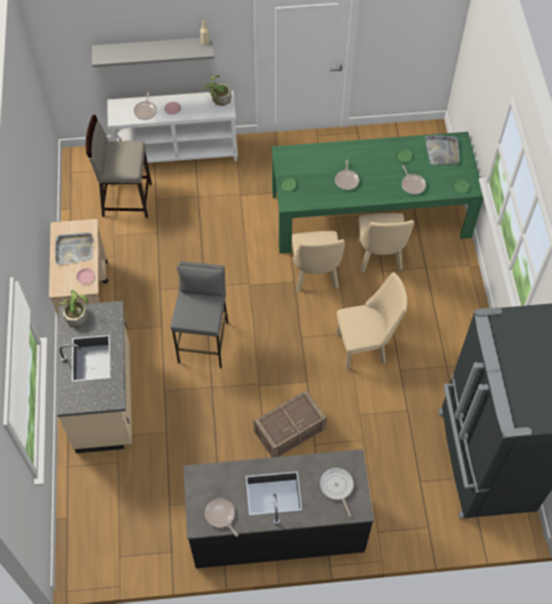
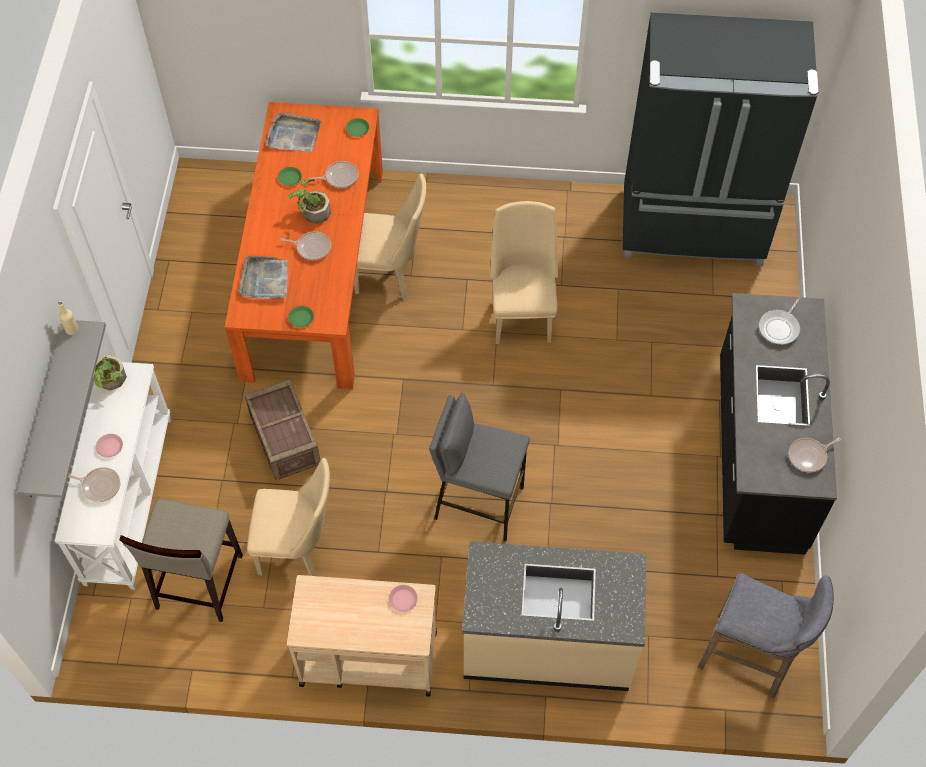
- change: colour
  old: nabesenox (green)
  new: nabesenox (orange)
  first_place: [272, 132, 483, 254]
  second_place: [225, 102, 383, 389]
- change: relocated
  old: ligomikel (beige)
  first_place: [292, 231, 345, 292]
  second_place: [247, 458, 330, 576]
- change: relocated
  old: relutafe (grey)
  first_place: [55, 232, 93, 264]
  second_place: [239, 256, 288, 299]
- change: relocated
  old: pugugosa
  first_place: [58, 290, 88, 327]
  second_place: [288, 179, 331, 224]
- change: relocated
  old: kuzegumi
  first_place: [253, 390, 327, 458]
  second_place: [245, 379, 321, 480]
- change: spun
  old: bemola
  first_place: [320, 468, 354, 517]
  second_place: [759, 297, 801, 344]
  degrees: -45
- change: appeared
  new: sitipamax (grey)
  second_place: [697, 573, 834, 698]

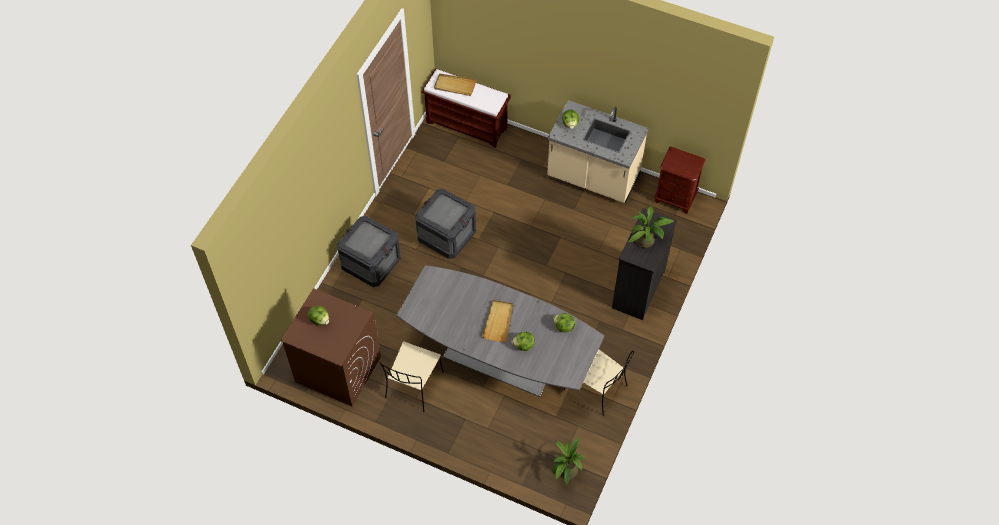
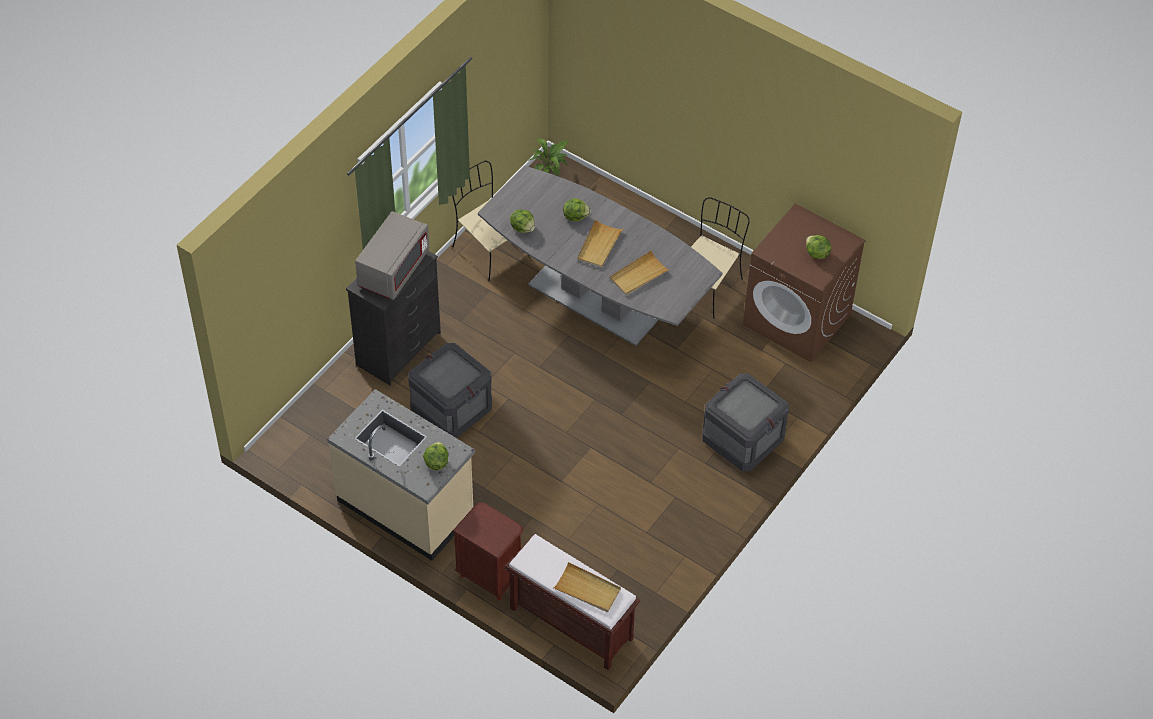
- change: relocated
  old: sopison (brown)
  first_place: [654, 147, 706, 214]
  second_place: [453, 502, 523, 600]
- change: relocated
  old: kuzegumi
  first_place: [415, 189, 476, 259]
  second_place: [408, 343, 492, 438]
- change: exchanged
  old: pugugosa
  new: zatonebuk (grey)
  first_place: [628, 206, 675, 248]
  second_place: [355, 211, 429, 300]
- change: appeared
  new: relutafe (beige)
  second_place: [610, 250, 670, 295]

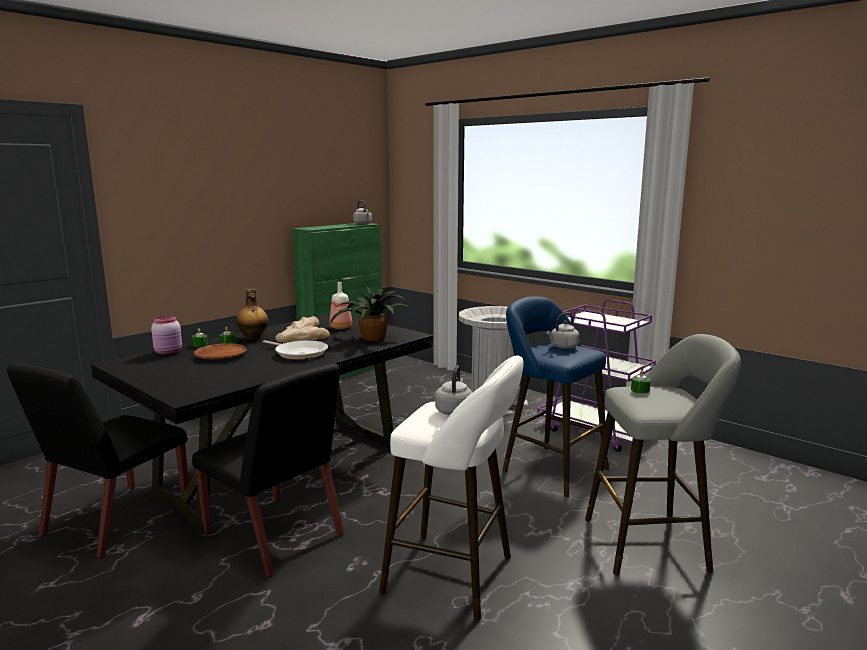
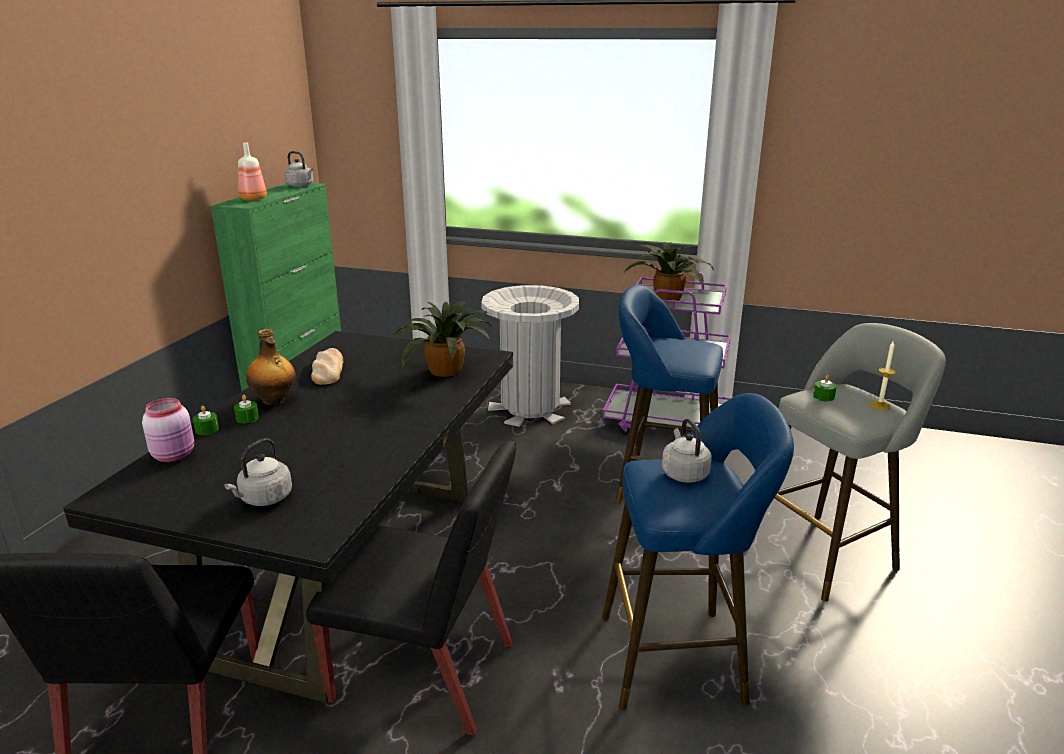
- change: relocated
  old: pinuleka
  first_place: [329, 282, 352, 329]
  second_place: [238, 143, 267, 201]
- change: relocated
  old: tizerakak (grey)
  first_place: [546, 312, 579, 349]
  second_place: [224, 438, 292, 506]
- change: missing
  old: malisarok
  first_place: [276, 326, 330, 343]
- change: missing
  old: bemola
  first_place: [263, 340, 328, 360]
- change: missing
  old: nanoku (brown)
  first_place: [193, 343, 247, 360]
- change: colour
  old: sitipamax (white)
  new: sitipamax (blue)
  first_place: [379, 355, 524, 620]
  second_place: [602, 393, 794, 710]
- change: appeared
  new: pugugosa
  second_place: [623, 242, 714, 301]
- change: appeared
  new: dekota
  second_place: [870, 340, 896, 410]

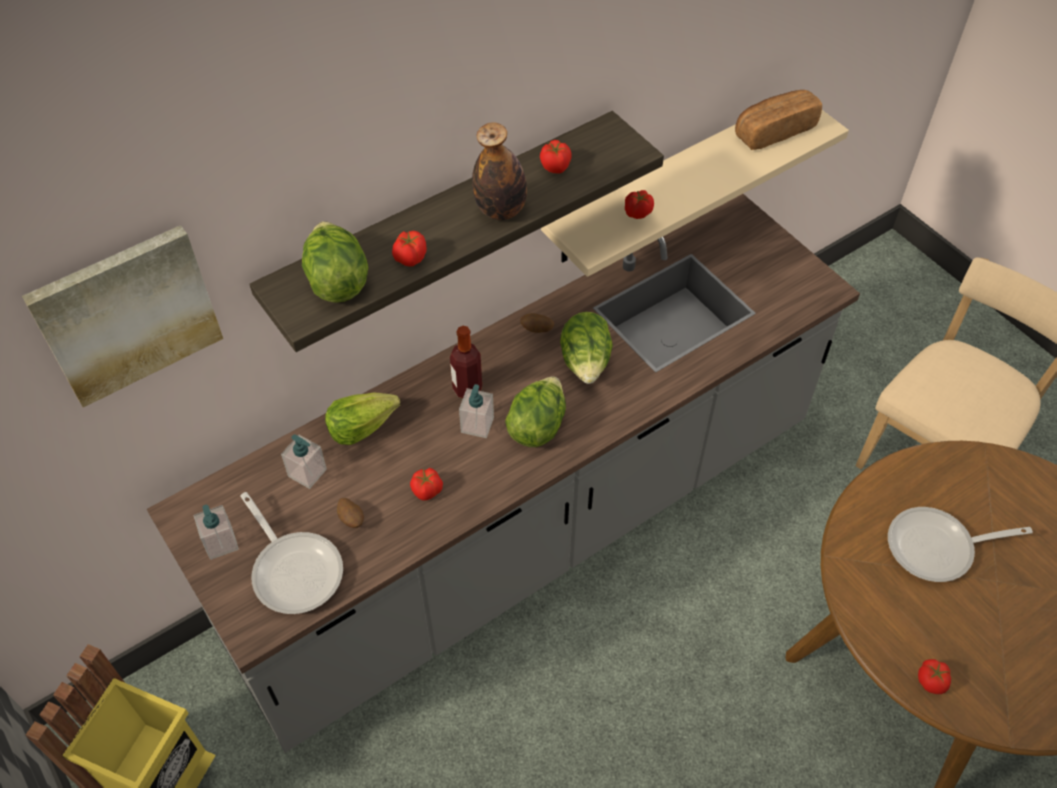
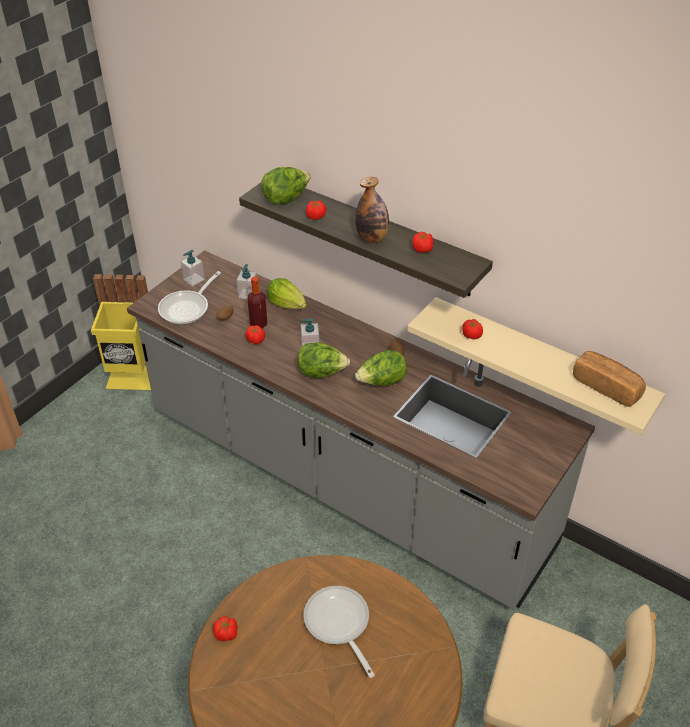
- change: missing
  old: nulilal
  first_place: [22, 225, 223, 407]
- change: relocated
  old: pinuleka
  first_place: [450, 326, 482, 398]
  second_place: [248, 276, 267, 328]

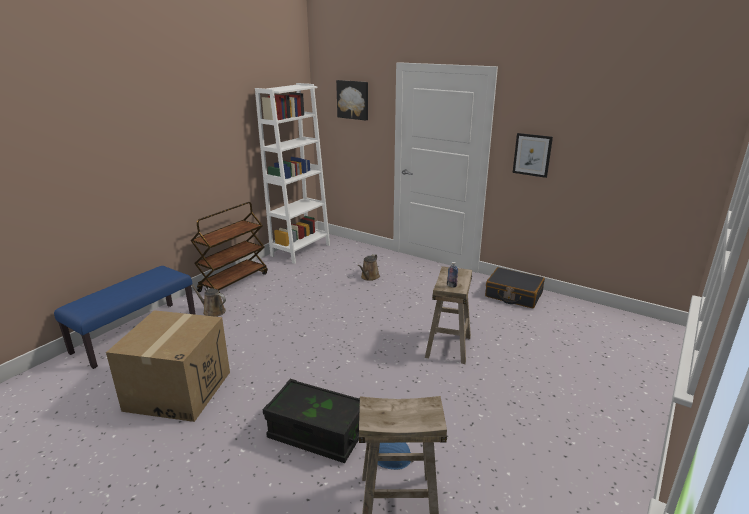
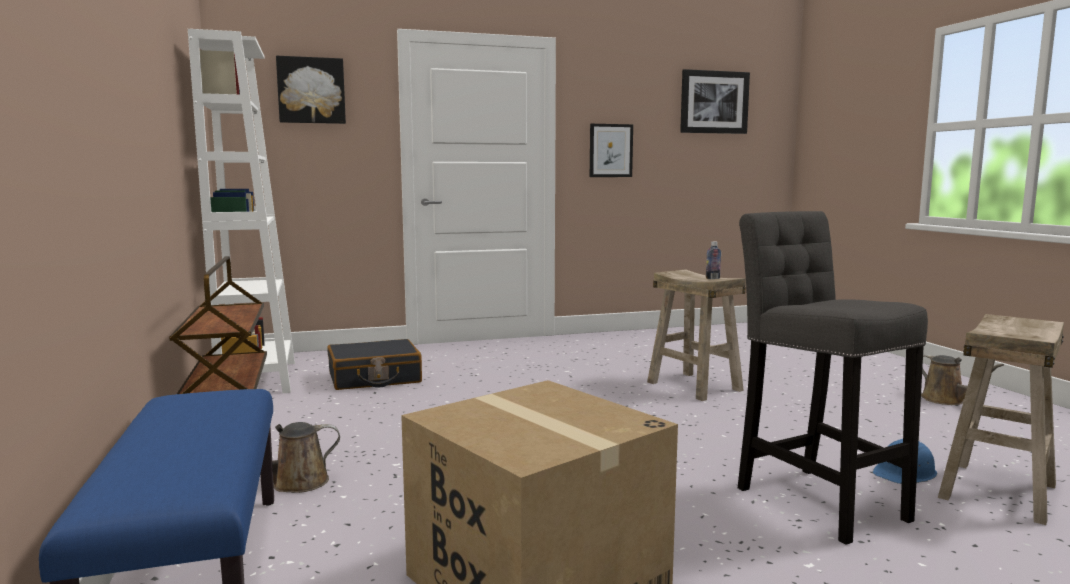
- change: relocated
  old: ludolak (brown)
  first_place: [358, 254, 380, 281]
  second_place: [921, 354, 1004, 405]
- change: relocated
  old: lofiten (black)
  first_place: [485, 267, 545, 308]
  second_place: [327, 339, 422, 390]
- change: exchanged
  old: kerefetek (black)
  new: sitipamax (grey)
  first_place: [263, 379, 360, 463]
  second_place: [738, 211, 928, 545]
- change: appeared
  new: nulilal
  second_place: [680, 69, 750, 134]

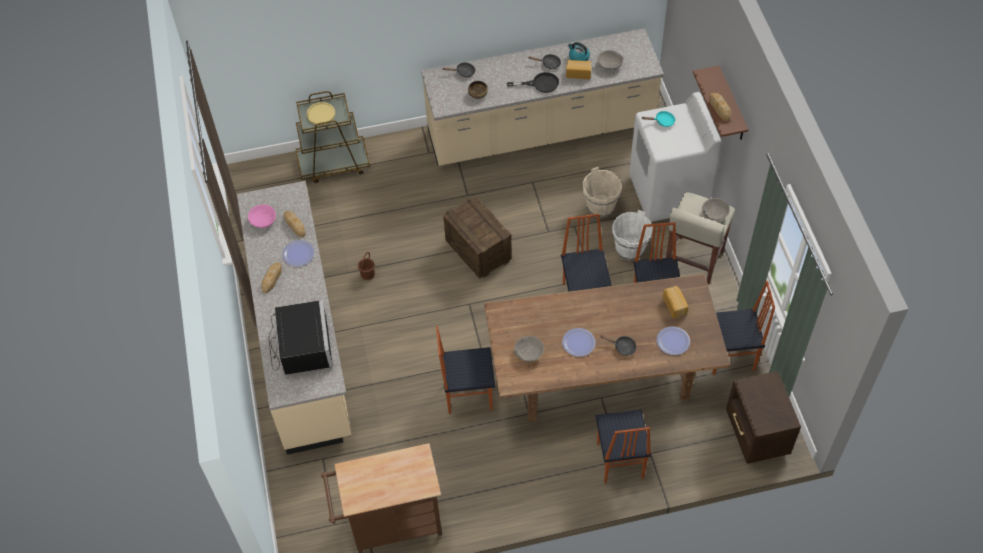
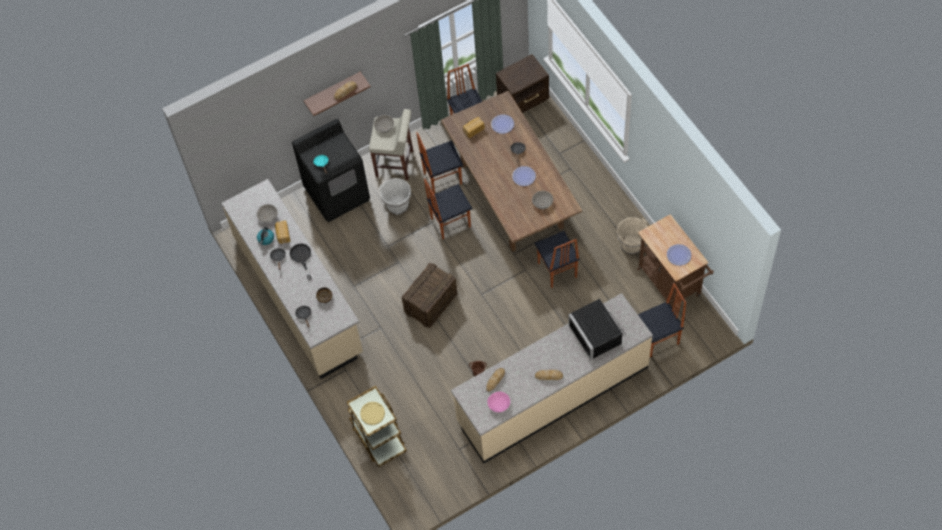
- change: colour
  old: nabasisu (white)
  new: nabasisu (black)
  first_place: [629, 92, 721, 222]
  second_place: [292, 119, 370, 222]
- change: relocated
  old: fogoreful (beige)
  first_place: [583, 167, 622, 218]
  second_place: [617, 217, 647, 254]
- change: relocated
  old: nanoku
  first_place: [282, 240, 315, 267]
  second_place: [667, 244, 691, 266]
- change: spun
  old: zatonebuk (black)
  first_place: [269, 300, 333, 375]
  second_place: [568, 299, 626, 360]
  degrees: -90
- change: relocated
  old: ligomikel
  first_place: [596, 410, 651, 484]
  second_place: [638, 283, 686, 357]

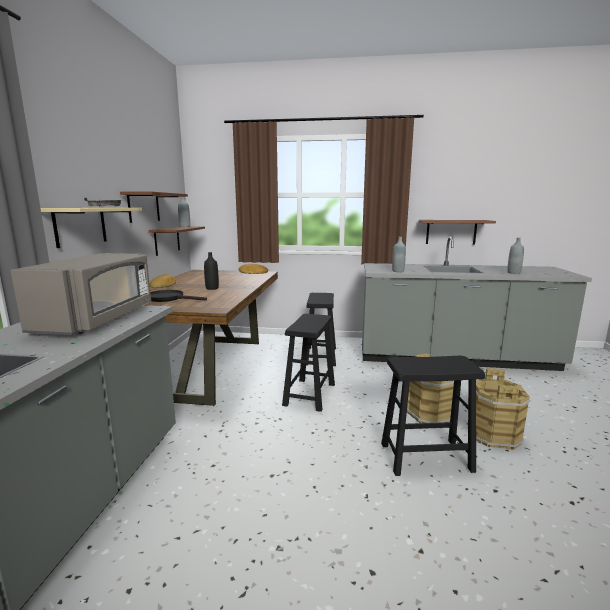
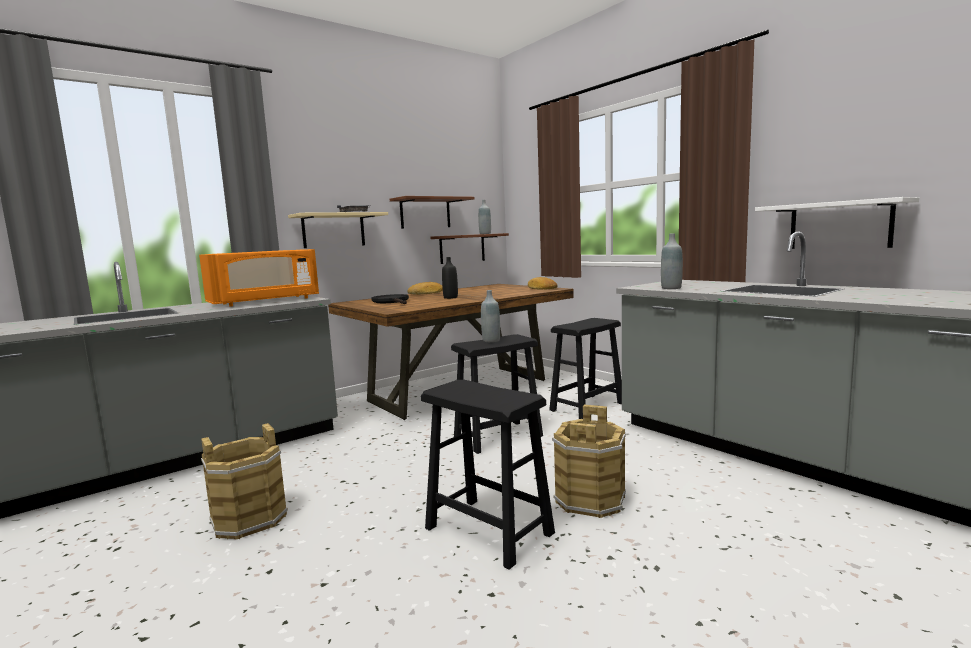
- change: colour
  old: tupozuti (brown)
  new: tupozuti (white)
  first_place: [418, 220, 496, 244]
  second_place: [755, 197, 919, 249]
- change: relocated
  old: pinuleka (grey)
  first_place: [507, 237, 524, 274]
  second_place: [481, 290, 500, 342]
- change: colour
  old: zatonebuk (grey)
  new: zatonebuk (orange)
  first_place: [10, 253, 151, 335]
  second_place: [199, 249, 319, 307]
- change: relocated
  old: fogoreful (brown)
  first_place: [467, 368, 530, 450]
  second_place: [201, 423, 288, 539]

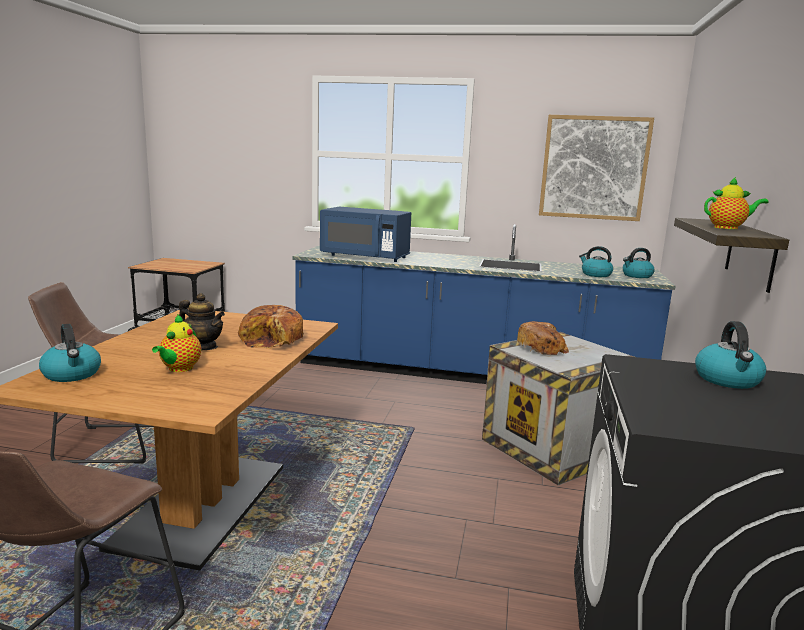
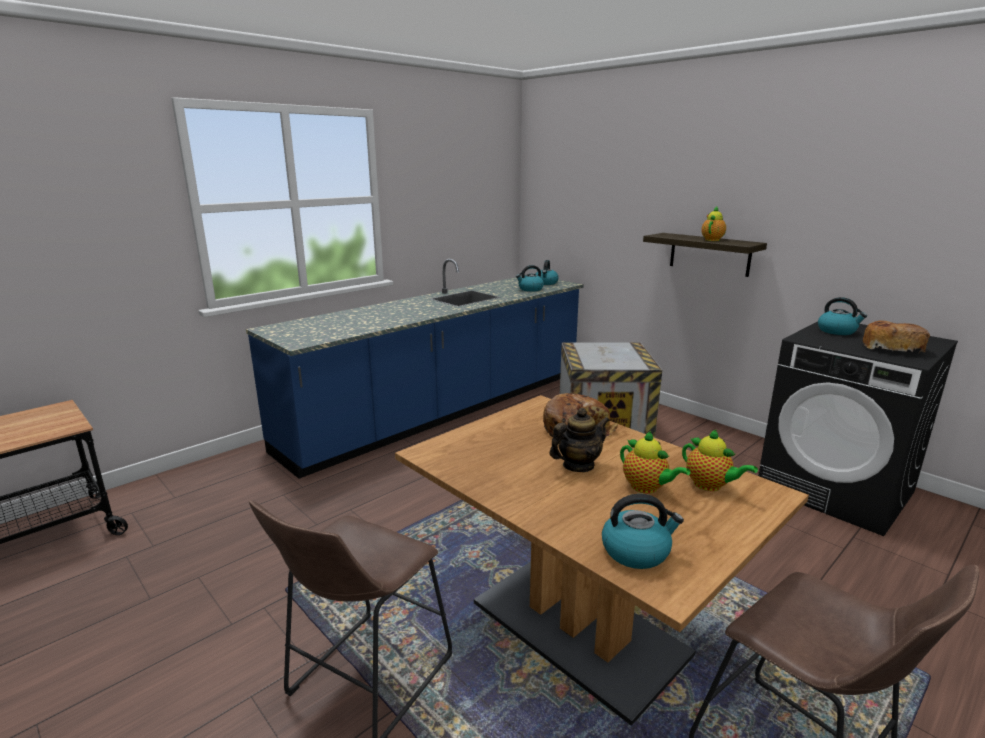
- change: missing
  old: nulilal
  first_place: [539, 115, 654, 221]
- change: missing
  old: zatonebuk (blue)
  first_place: [320, 207, 411, 262]
- change: relocated
  old: malisarok
  first_place: [517, 321, 569, 355]
  second_place: [863, 320, 930, 354]
- change: appeared
  new: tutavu
  second_place: [682, 429, 758, 491]

